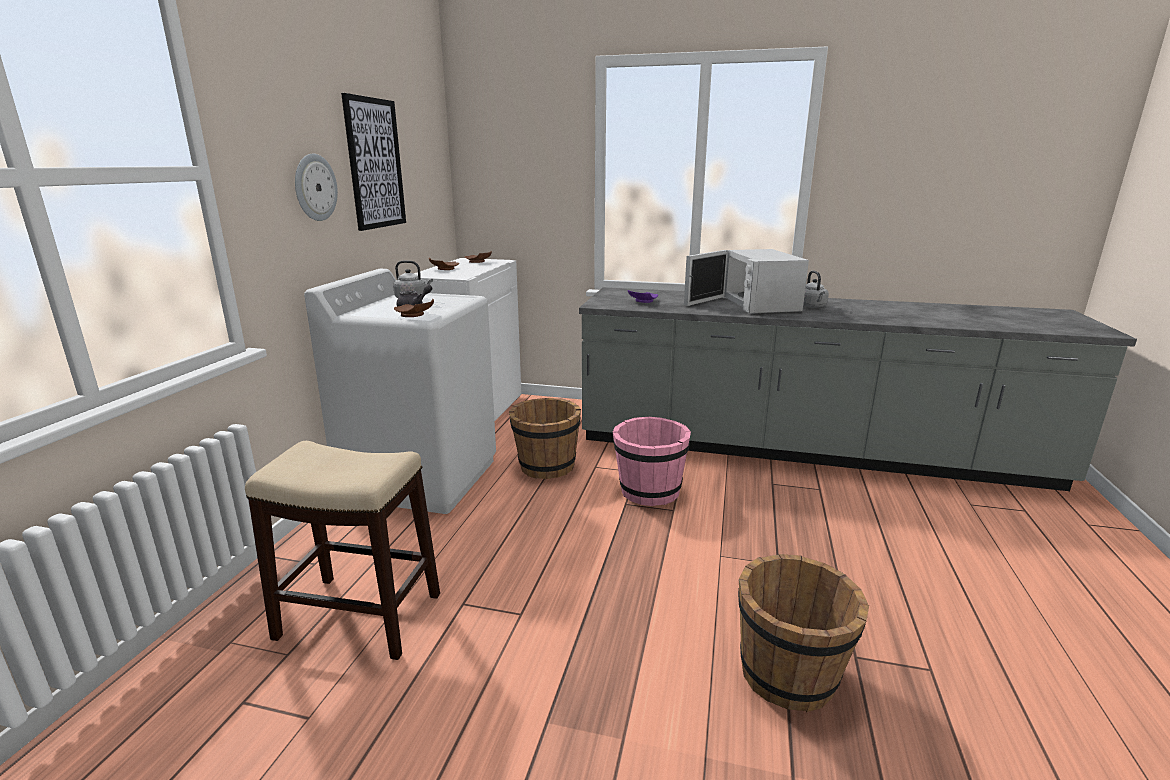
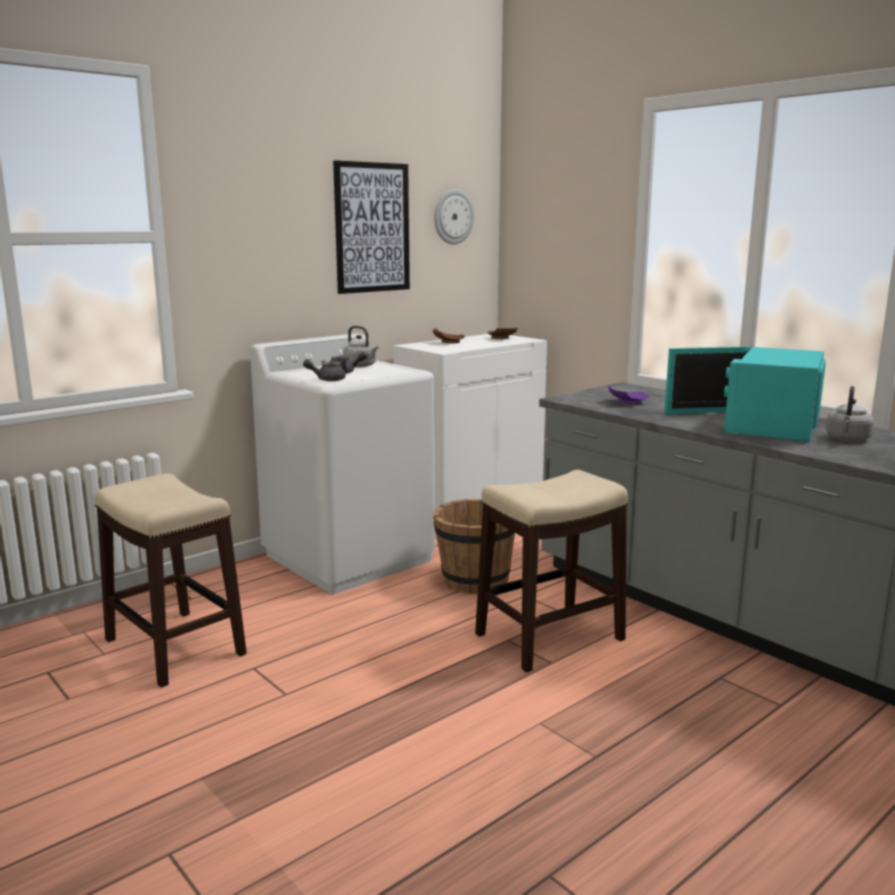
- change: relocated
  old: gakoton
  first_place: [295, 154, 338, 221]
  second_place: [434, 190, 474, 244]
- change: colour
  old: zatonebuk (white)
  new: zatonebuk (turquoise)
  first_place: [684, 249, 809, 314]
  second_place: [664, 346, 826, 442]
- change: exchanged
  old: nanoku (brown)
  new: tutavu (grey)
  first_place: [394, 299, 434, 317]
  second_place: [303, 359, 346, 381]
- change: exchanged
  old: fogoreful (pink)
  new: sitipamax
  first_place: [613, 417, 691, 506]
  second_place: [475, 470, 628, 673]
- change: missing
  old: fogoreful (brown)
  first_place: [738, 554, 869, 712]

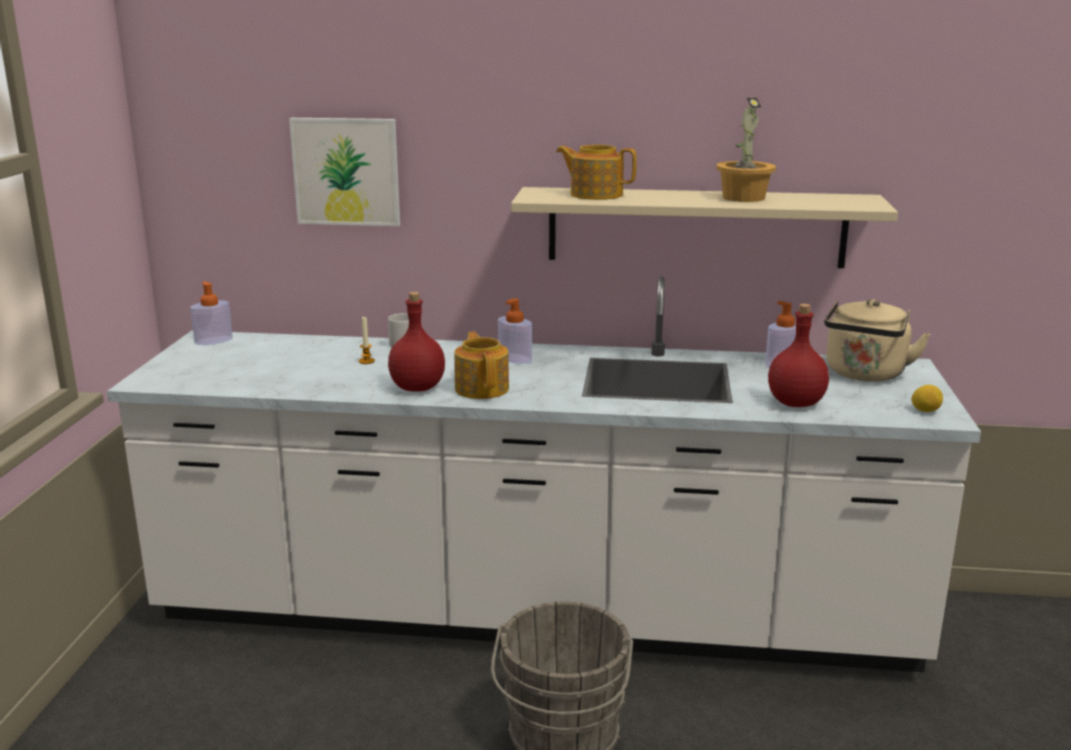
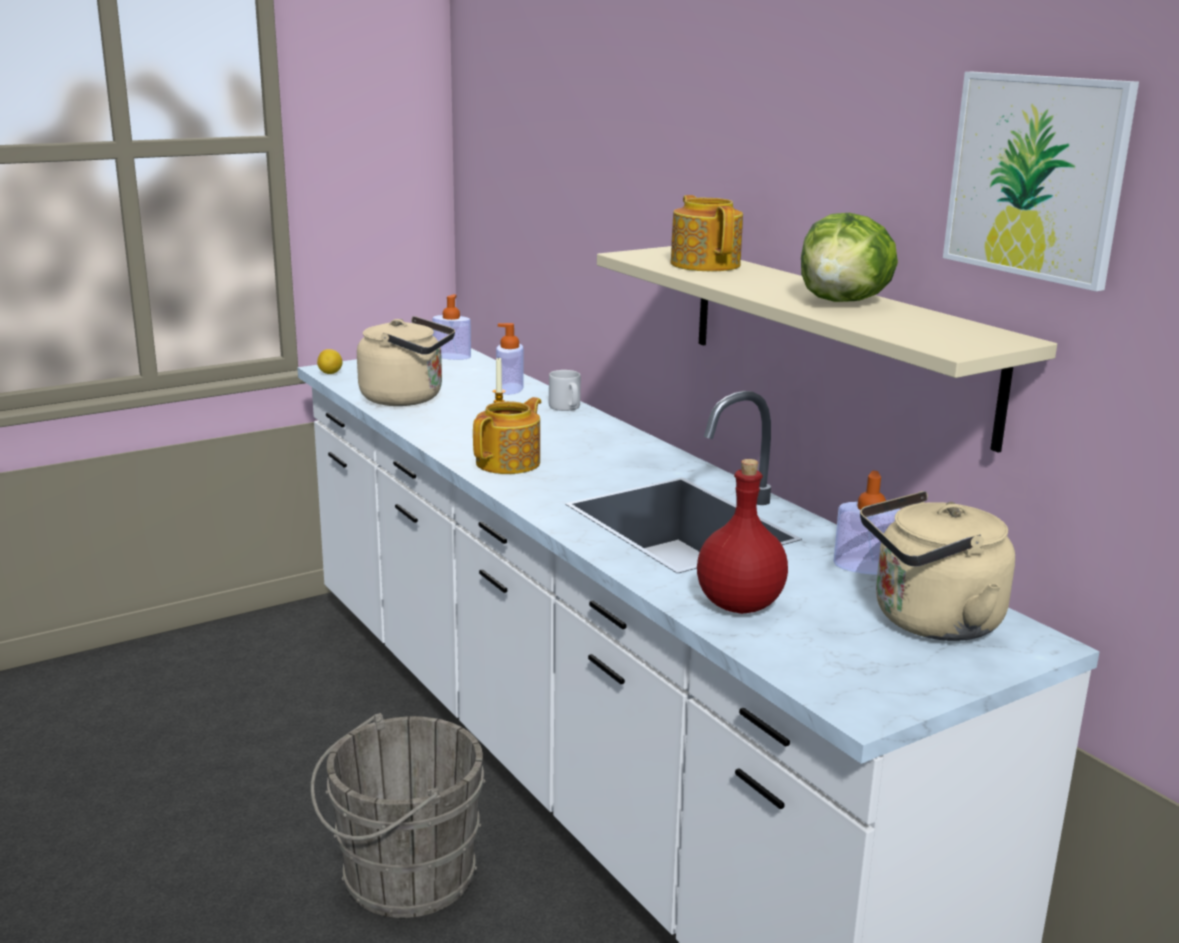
- change: exchanged
  old: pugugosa
  new: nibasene
  first_place: [716, 98, 776, 202]
  second_place: [801, 213, 898, 302]
- change: relocated
  old: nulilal
  first_place: [289, 118, 400, 226]
  second_place: [943, 72, 1139, 291]
- change: missing
  old: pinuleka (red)
  first_place: [388, 292, 445, 392]
- change: relocated
  old: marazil
  first_place: [498, 298, 532, 364]
  second_place: [496, 323, 523, 395]
- change: relocated
  old: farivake
  first_place: [911, 385, 943, 412]
  second_place: [317, 349, 342, 374]
- change: appeared
  new: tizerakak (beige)
  second_place: [357, 316, 455, 406]

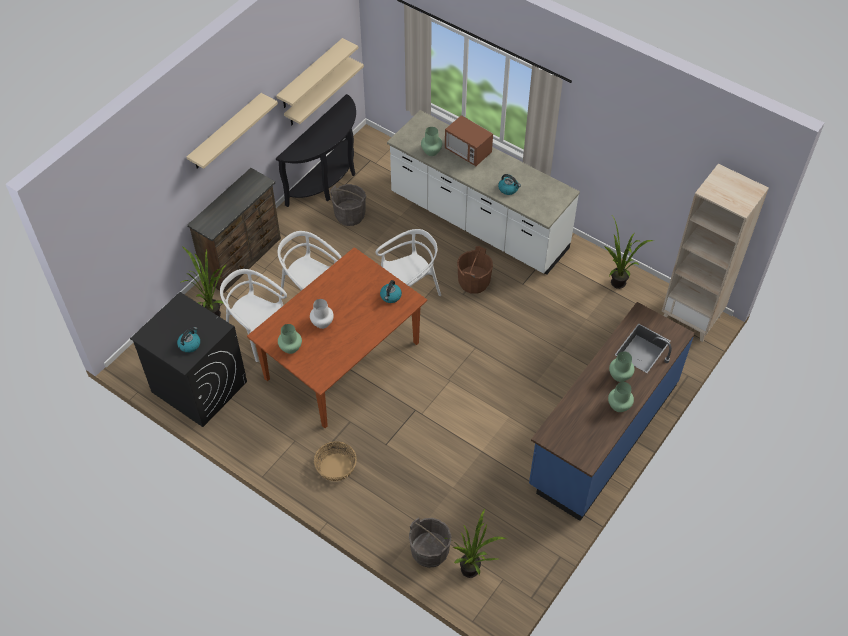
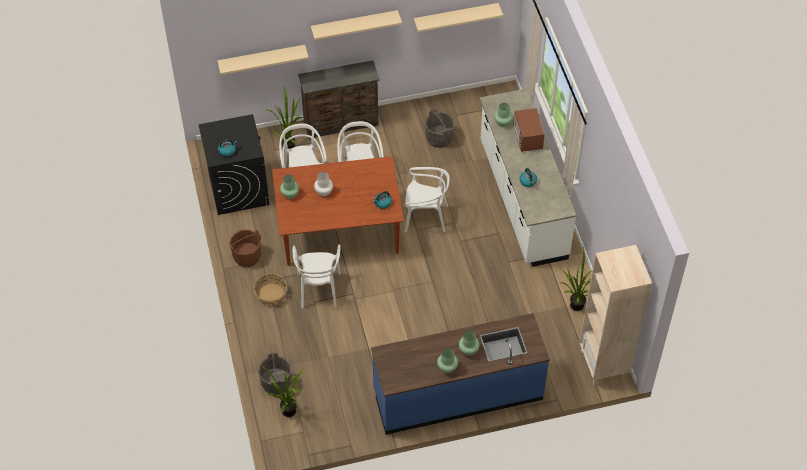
- change: relocated
  old: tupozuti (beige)
  first_place: [284, 57, 364, 125]
  second_place: [217, 45, 309, 75]
- change: missing
  old: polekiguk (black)
  first_place: [276, 94, 356, 207]
- change: relocated
  old: fogoreful (brown)
  first_place: [457, 246, 493, 294]
  second_place: [228, 229, 261, 267]
- change: appeared
  new: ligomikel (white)
  second_place: [293, 244, 341, 308]

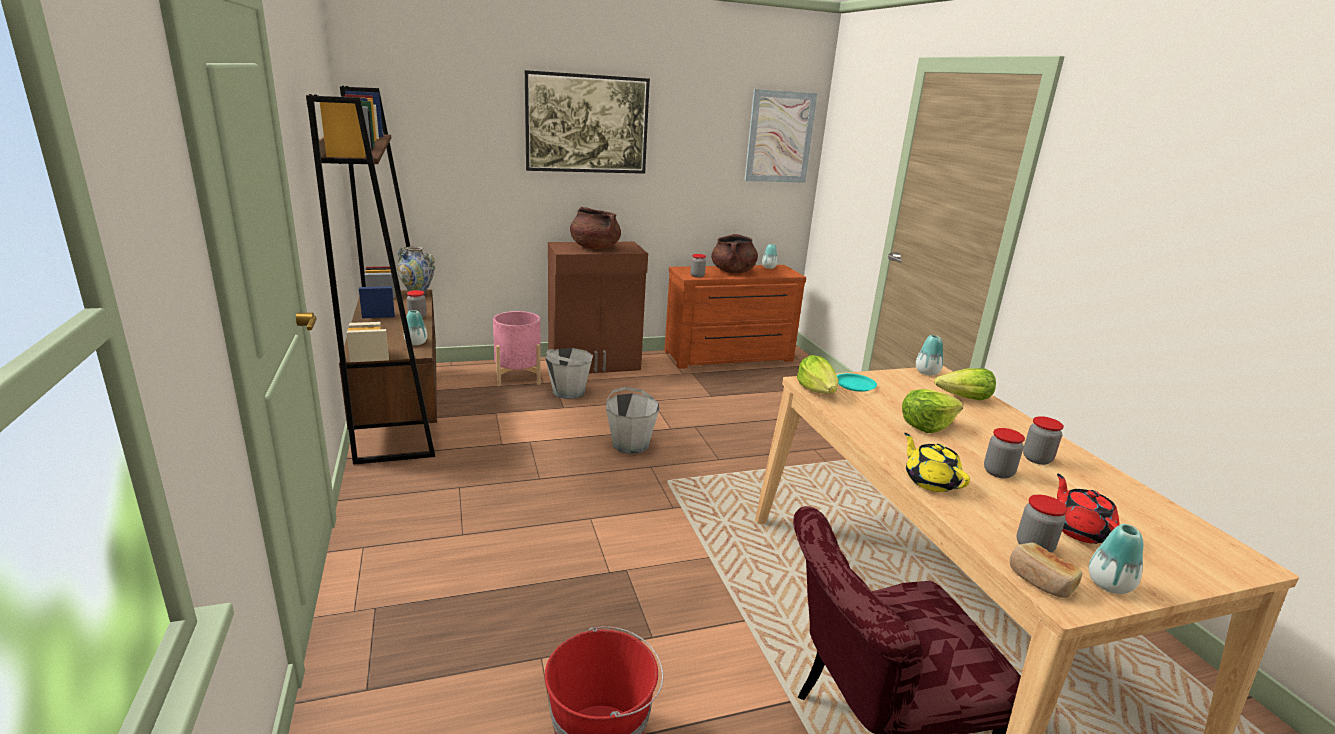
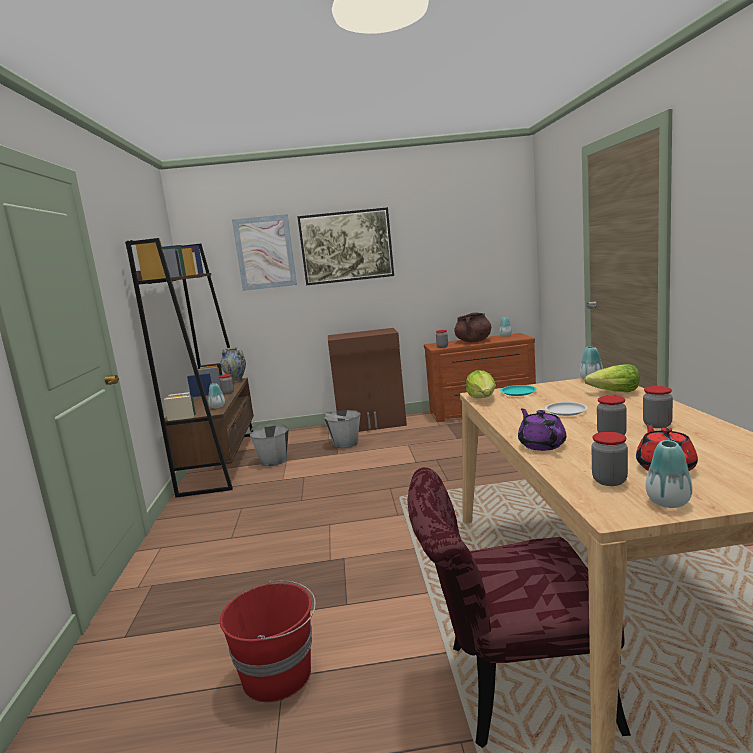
- change: relocated
  old: nulilal
  first_place: [744, 89, 817, 183]
  second_place: [232, 214, 297, 291]
- change: missing
  old: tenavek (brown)
  first_place: [570, 207, 621, 249]
- change: missing
  old: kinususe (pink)
  first_place: [493, 311, 541, 386]
- change: relocated
  old: fogoreful (grey)
  first_place: [606, 387, 659, 454]
  second_place: [250, 421, 289, 466]
- change: exchanged
  old: nibasene
  new: nanoku (white)
  first_place: [902, 389, 963, 433]
  second_place: [545, 402, 588, 416]
- change: colour
  old: tutavu (yellow)
  new: tutavu (purple)
  first_place: [904, 433, 970, 492]
  second_place: [518, 409, 566, 451]
- change: missing
  old: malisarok
  first_place: [1010, 542, 1082, 598]

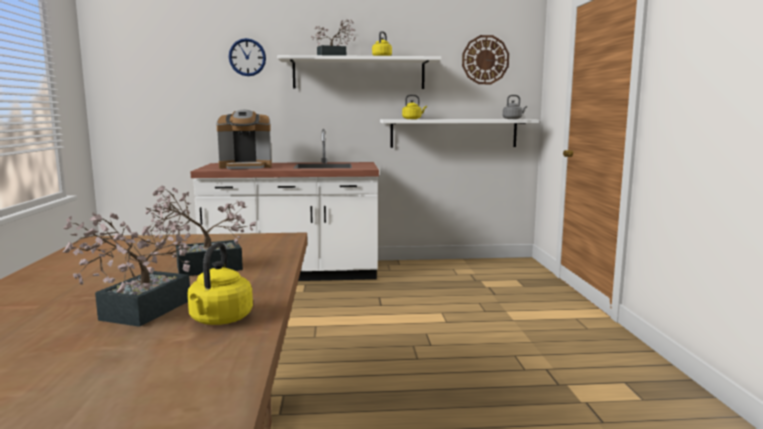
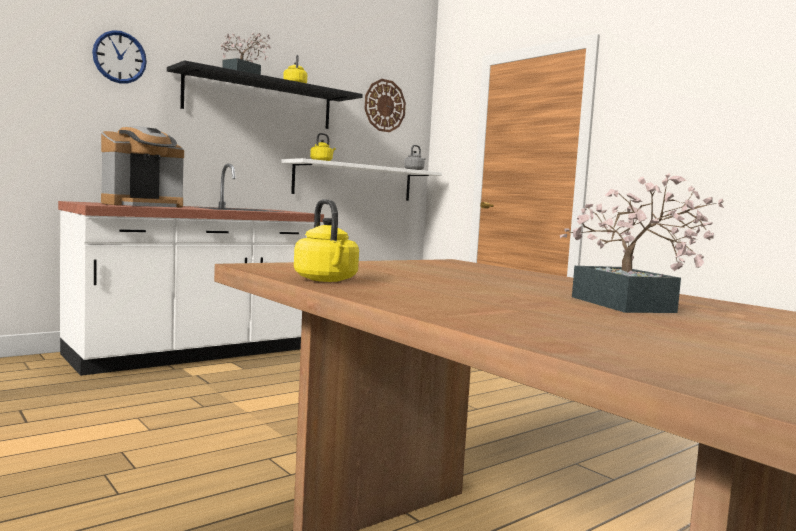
- change: colour
  old: tupozuti (white)
  new: tupozuti (black)
  first_place: [277, 55, 442, 89]
  second_place: [167, 60, 363, 129]
- change: missing
  old: pugugosa
  first_place: [146, 185, 256, 276]
- change: relocated
  old: tizerakak (yellow)
  first_place: [187, 242, 253, 325]
  second_place: [294, 199, 359, 282]

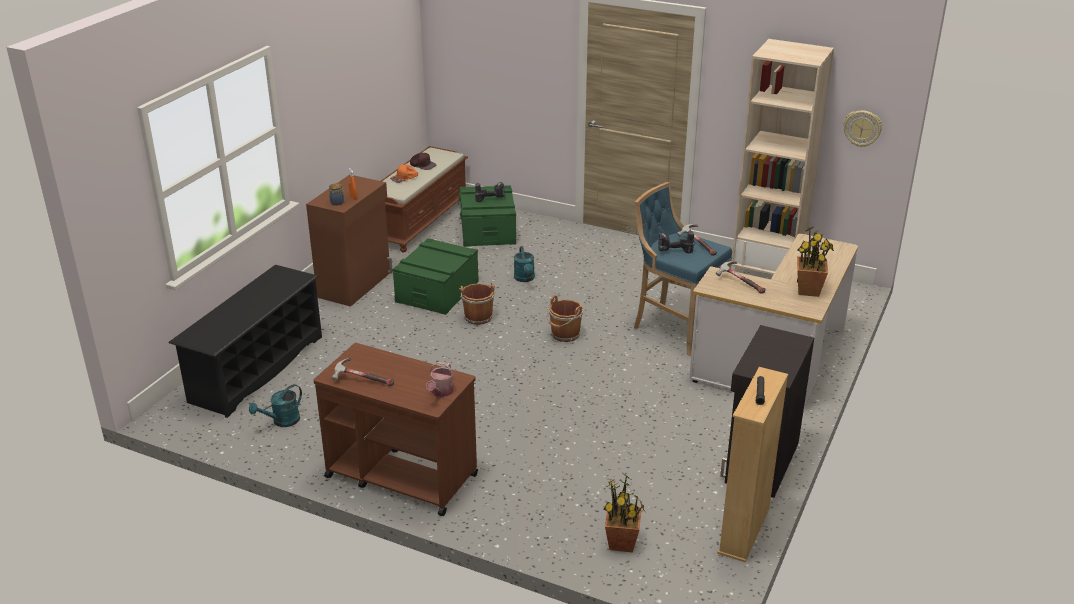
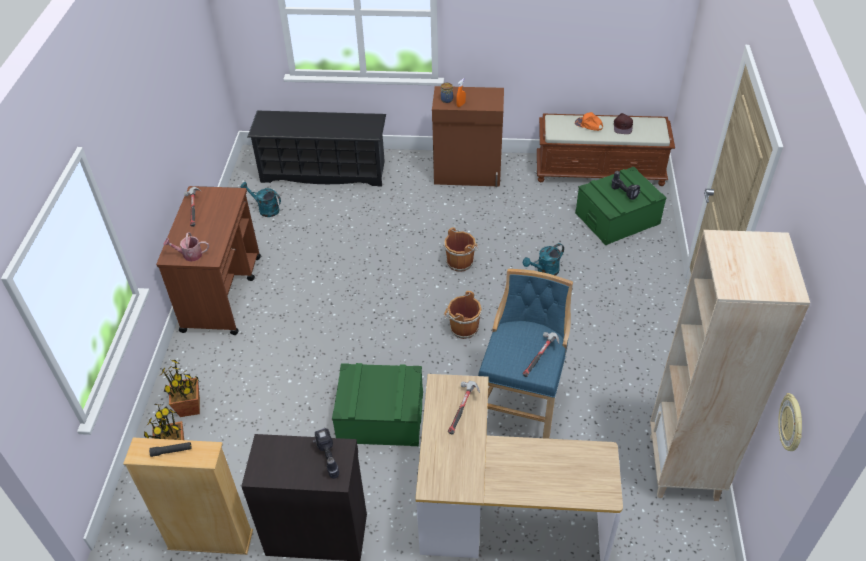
- change: relocated
  old: pugugosa
  first_place: [797, 226, 834, 297]
  second_place: [161, 360, 200, 417]
- change: relocated
  old: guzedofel
  first_place: [658, 231, 694, 253]
  second_place: [313, 428, 339, 479]
- change: relocated
  old: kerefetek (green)
  first_place: [392, 238, 479, 315]
  second_place: [332, 363, 423, 446]

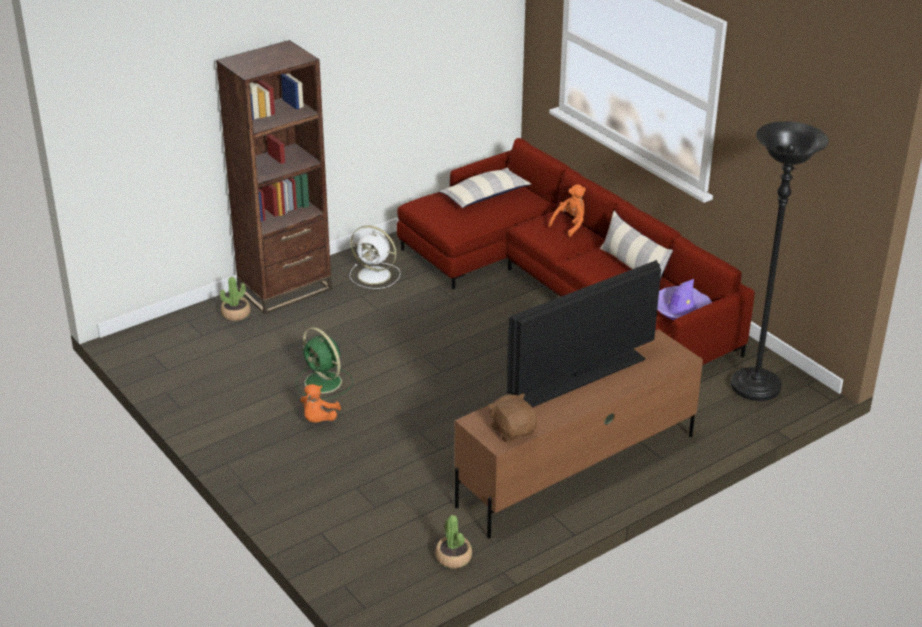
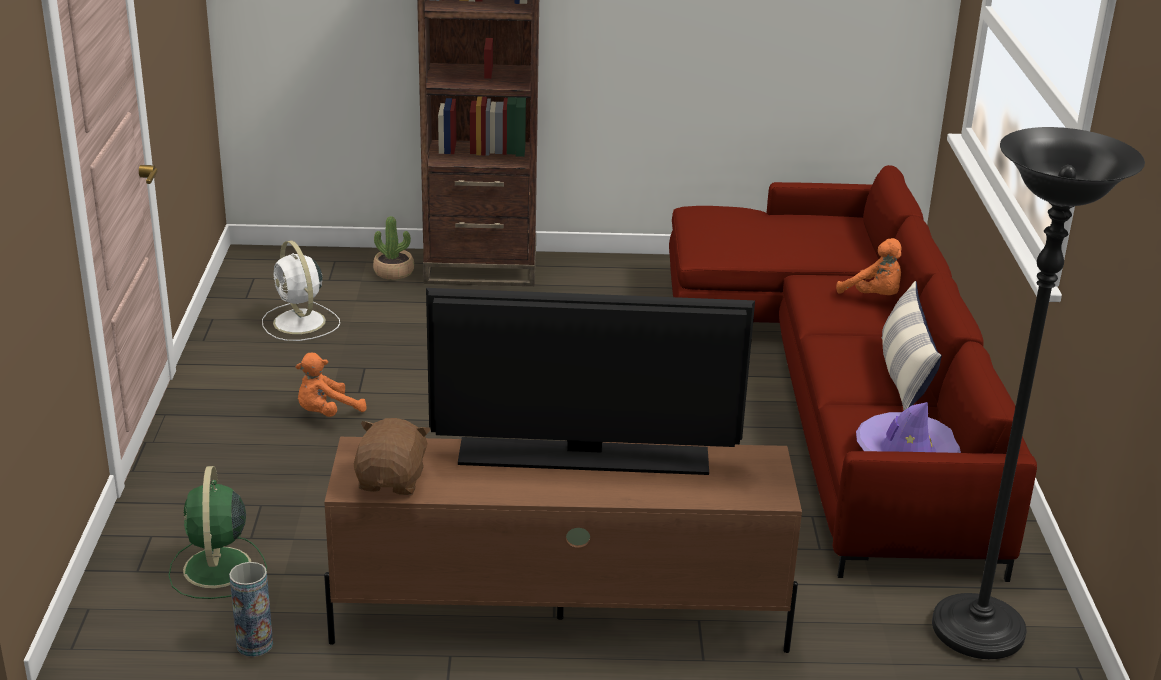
- change: missing
  old: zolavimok
  first_place: [439, 168, 531, 208]
- change: spun
  old: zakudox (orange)
  first_place: [548, 184, 586, 237]
  second_place: [836, 238, 901, 295]
  degrees: 60
- change: relocated
  old: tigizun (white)
  first_place: [350, 225, 401, 289]
  second_place: [262, 241, 340, 341]
- change: relocated
  old: tigizun (green)
  first_place: [296, 327, 353, 400]
  second_place: [168, 466, 267, 599]
- change: exchanged
  old: pugugosa
  new: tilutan
  first_place: [435, 515, 472, 569]
  second_place: [229, 562, 273, 657]

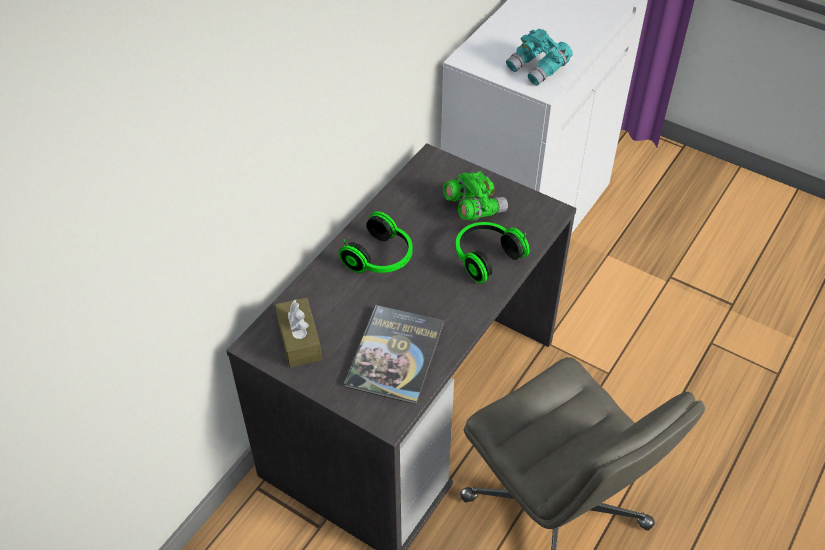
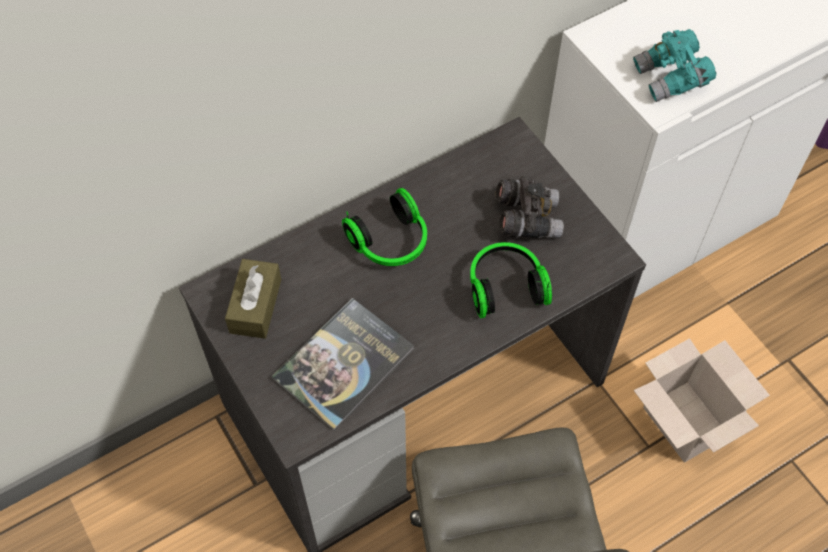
- change: colour
  old: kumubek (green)
  new: kumubek (grey)
  first_place: [443, 171, 508, 221]
  second_place: [496, 176, 564, 238]
- change: appeared
  new: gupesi
  second_place: [634, 338, 770, 462]

